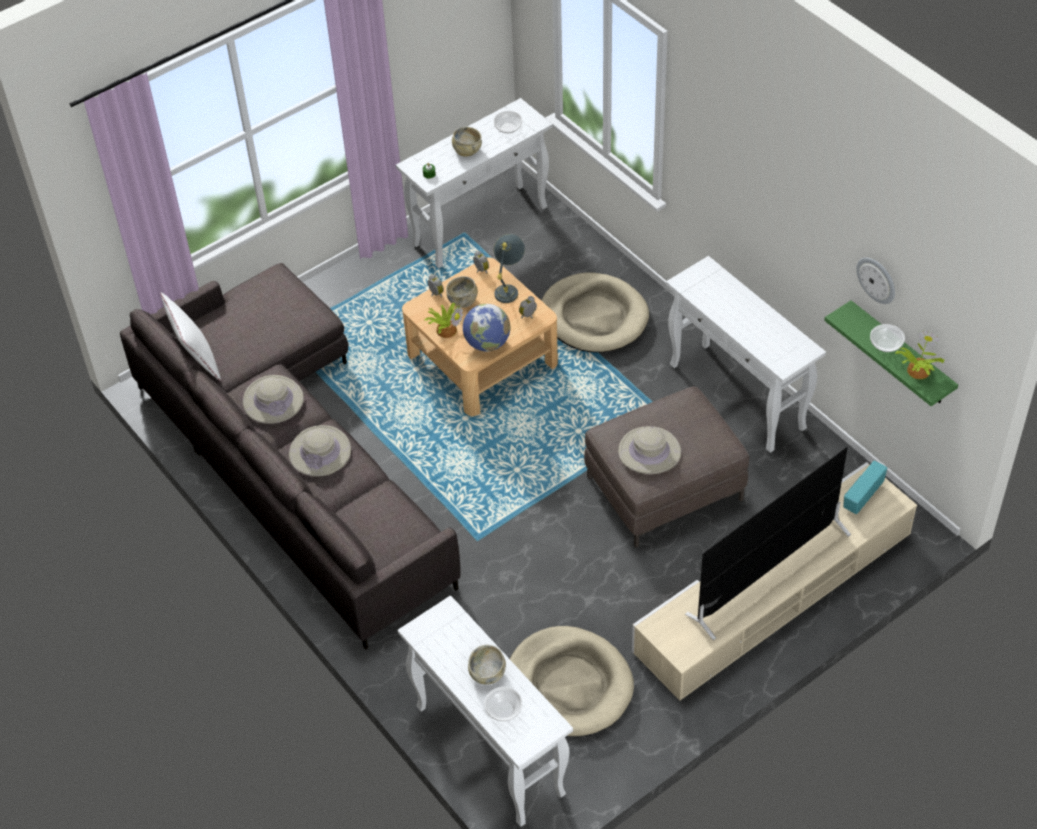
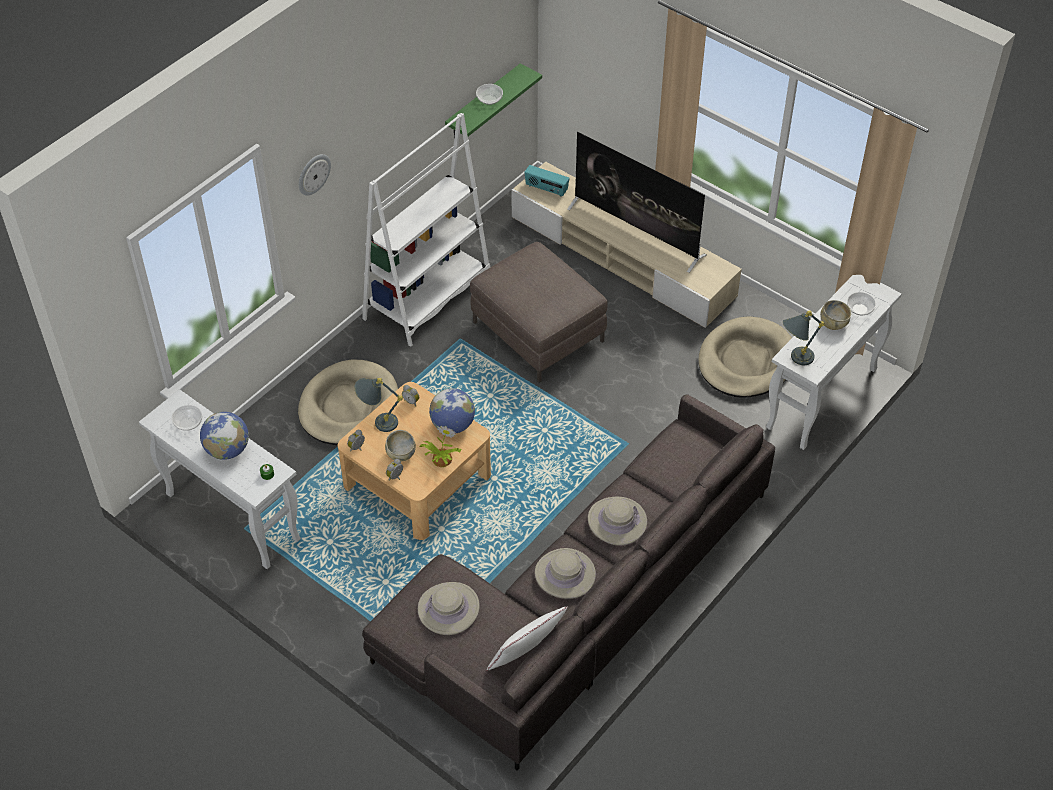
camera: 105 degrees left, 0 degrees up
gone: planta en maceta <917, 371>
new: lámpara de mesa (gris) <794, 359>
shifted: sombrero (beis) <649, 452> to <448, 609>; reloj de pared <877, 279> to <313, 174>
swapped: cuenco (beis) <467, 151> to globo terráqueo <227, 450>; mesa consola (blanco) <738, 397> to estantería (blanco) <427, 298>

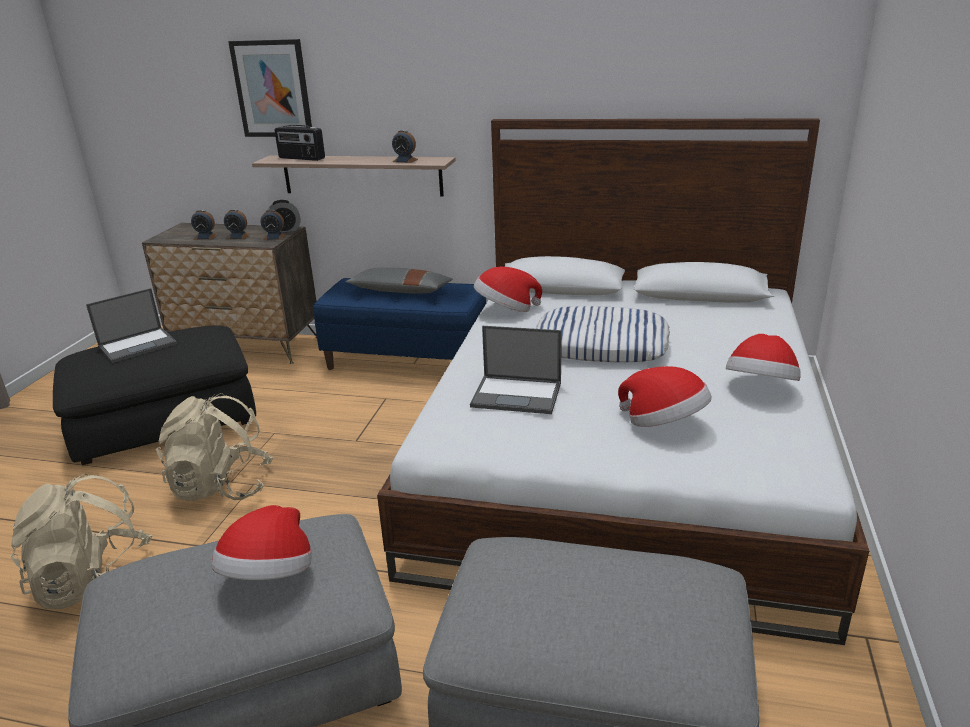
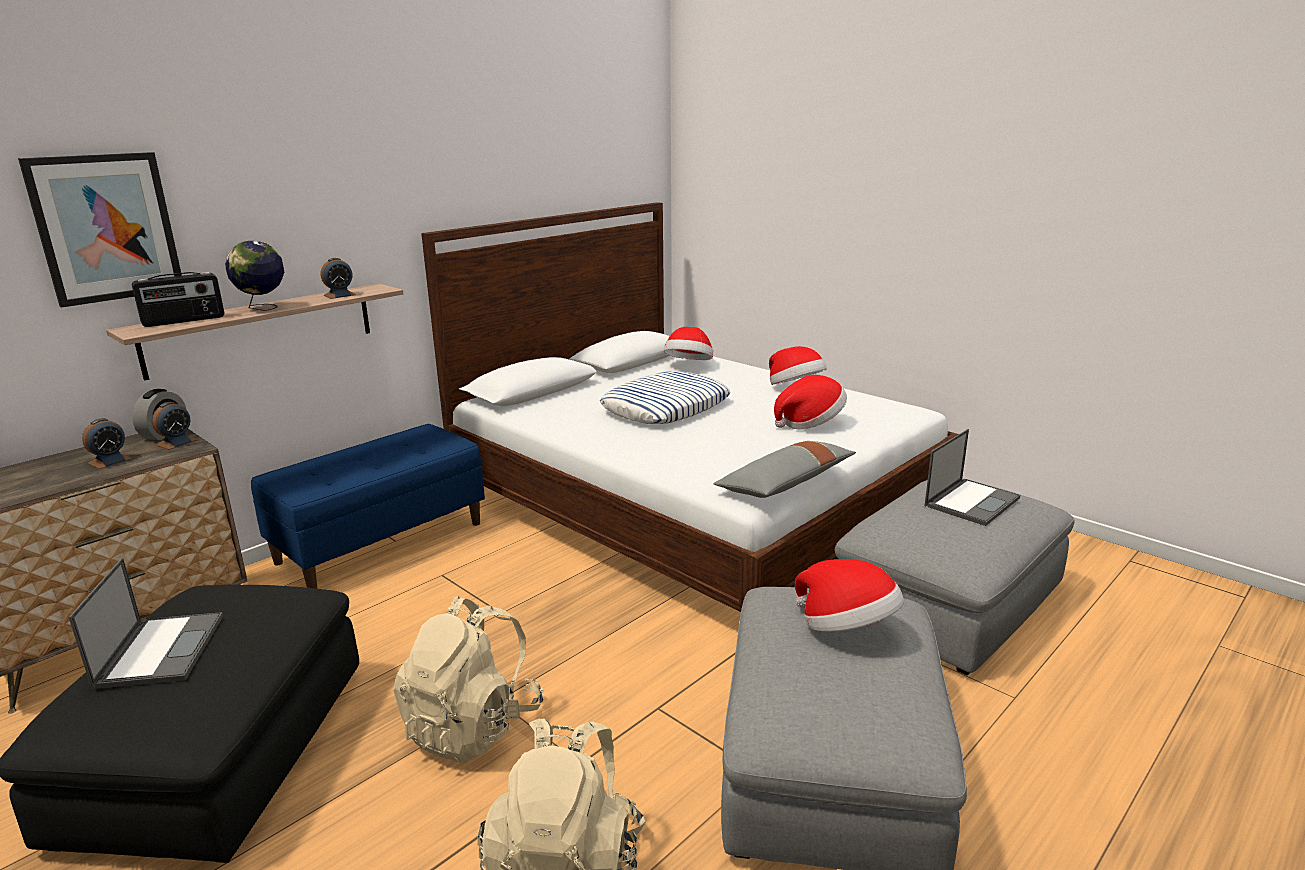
camera: 60 degrees left, 5 degrees down
gone: despertador <206, 237>
new: globo terráqueo <262, 308>
shifted: cojín (gris) <400, 291> to <786, 483>; portátil <518, 394> to <972, 501>; sombrero <506, 310> to <689, 365>

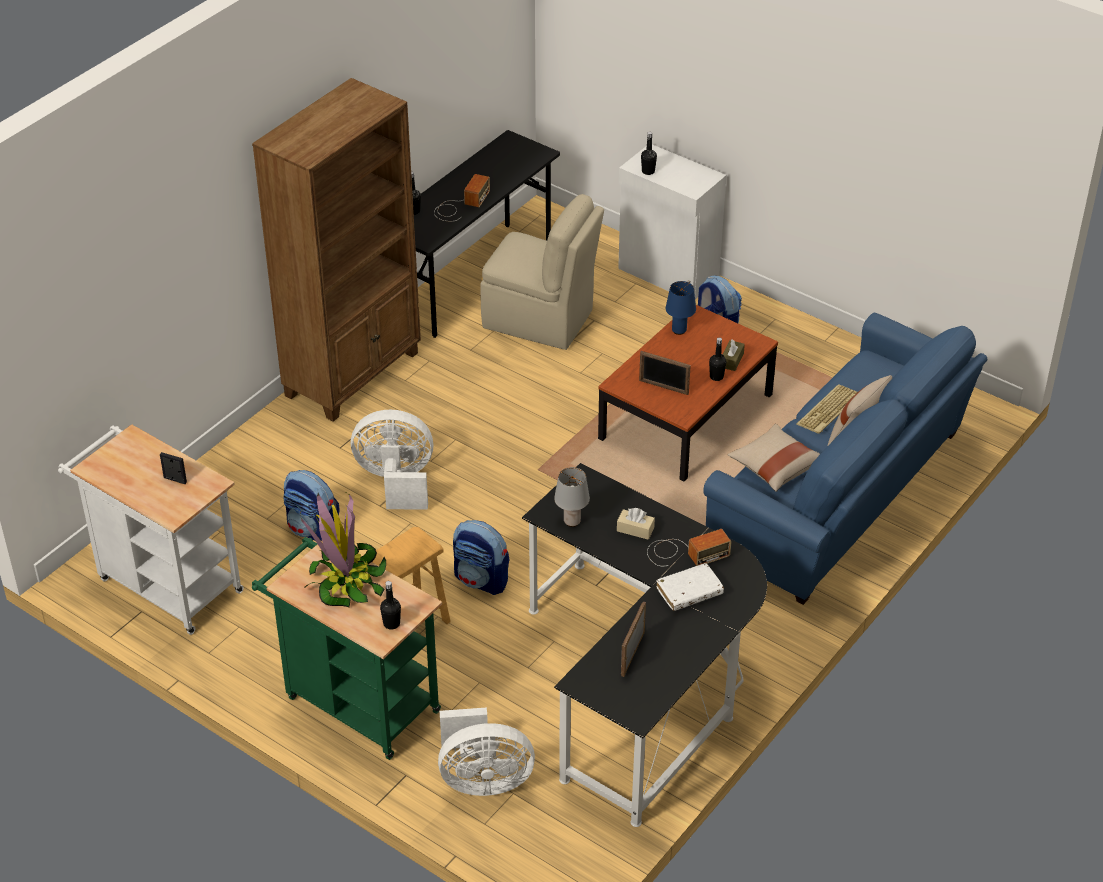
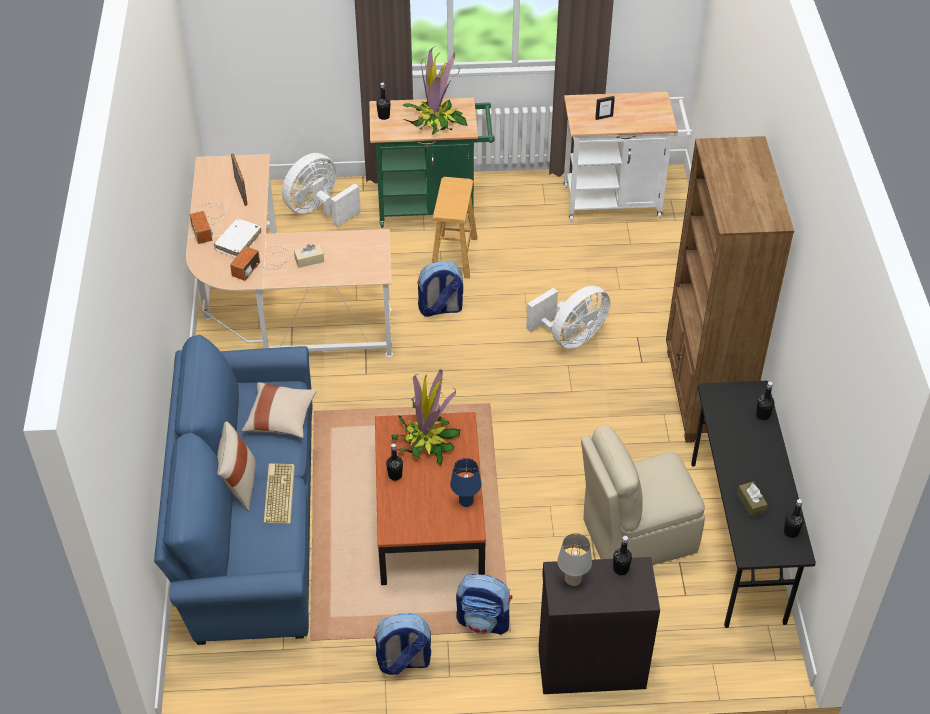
camera: 140 degrees right, 5 degrees up
new: botella (negro) <791, 532>
shifted: mochila <313, 529> to <403, 661>; radio <460, 205> to <209, 222>; lámpara de mesa (gris) <572, 522> to <572, 580>; caja de pañuelos (marrón) <732, 360> to <751, 503>
swapped: portarretratos <663, 387> to planta en maceta <426, 440>
repainted: escritorio (negro) <644, 681> to escritorio (beis) <277, 309>; armario (blanco) <668, 274> to armario (negro) <590, 665>

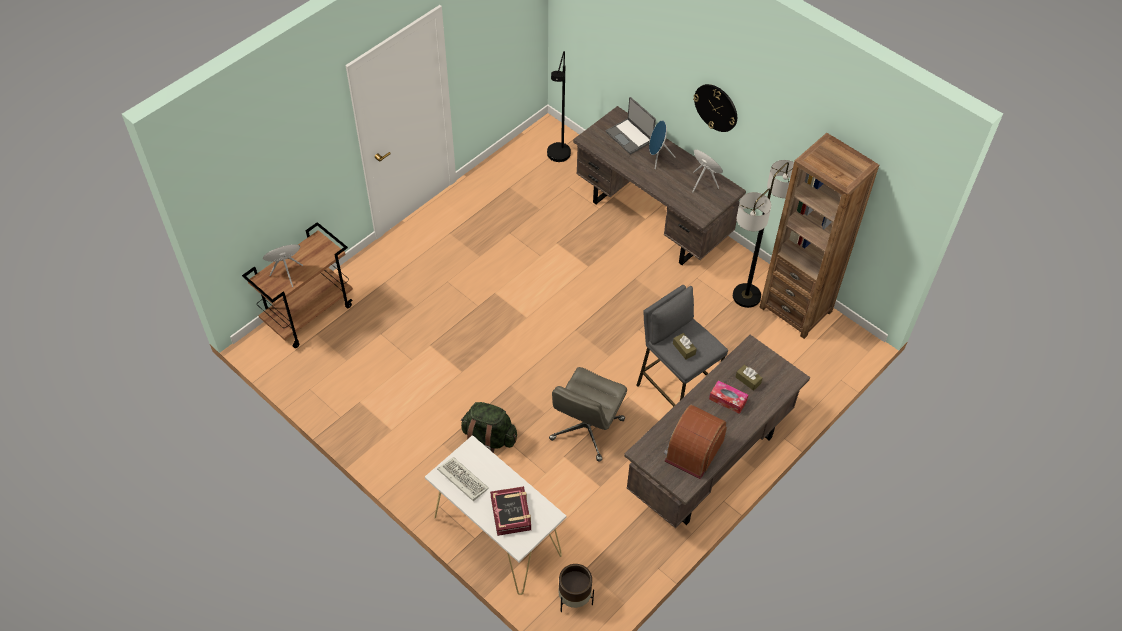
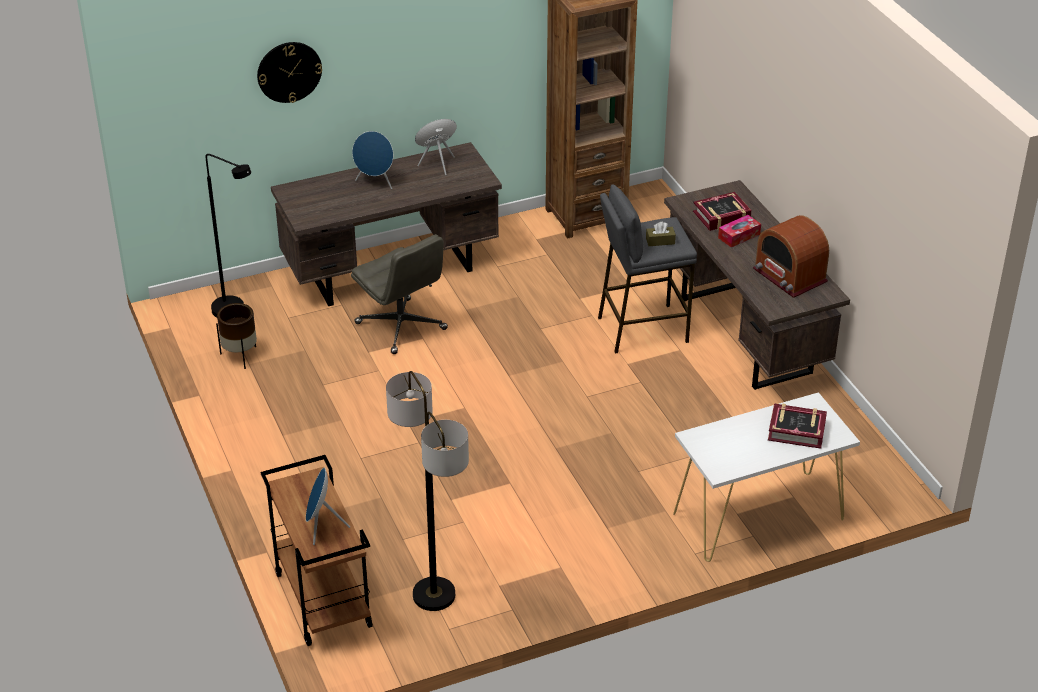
camera: 65 degrees left, 15 degrees down
gone: teclado <461, 479>; mochila (verde) <488, 439>; portátil <630, 136>
shifted: silla de oficina (gris) <586, 430> to <402, 327>; maceta (marrón) <574, 599> to <240, 356>; reloj de pared <716, 107> to <289, 72>; lámpara de pie <746, 296> to <434, 595>
swapped: caja de pañuelos (marrón) <748, 380> to libro <721, 216>

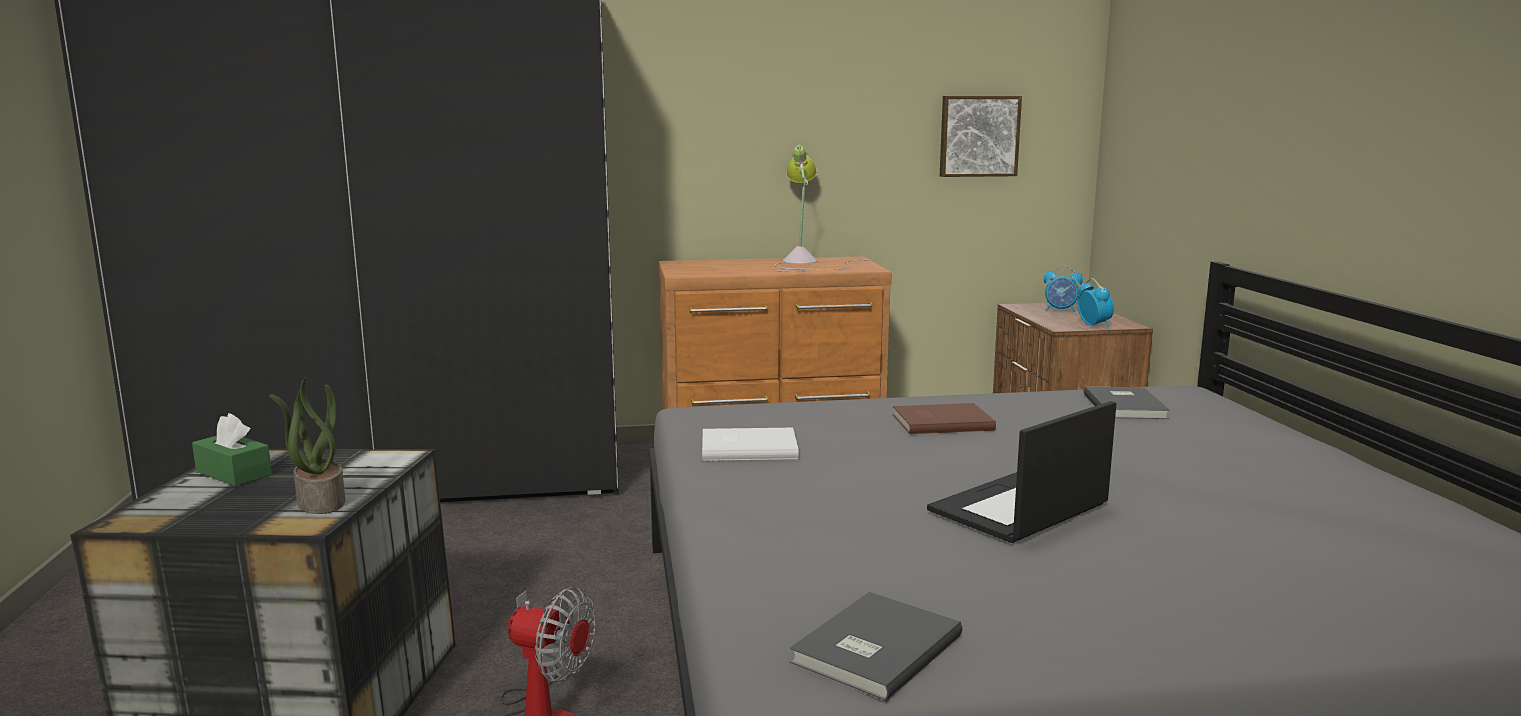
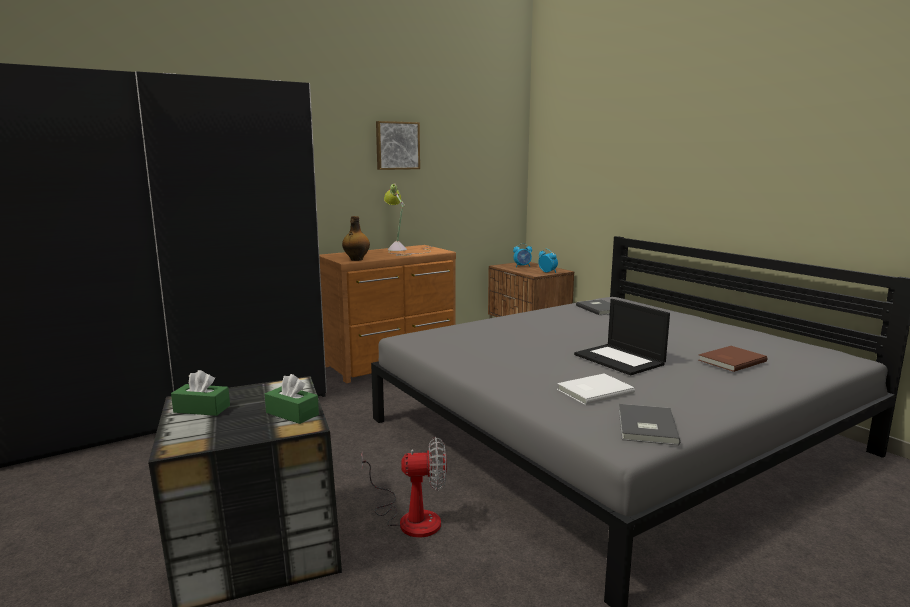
camera: 25 degrees left, 0 degrees up
new: botella <356, 259>
shifted: libro (blanco) <747, 447> to <593, 391>; libro (marrón) <940, 422> to <730, 360>; cuadro <978, 136> to <397, 145>
swapped: planta en maceta <319, 502> to caja de pañuelos (verde) <292, 414>
rotated: portátil <1018, 509> = <620, 360> 60 degrees counterclockwise

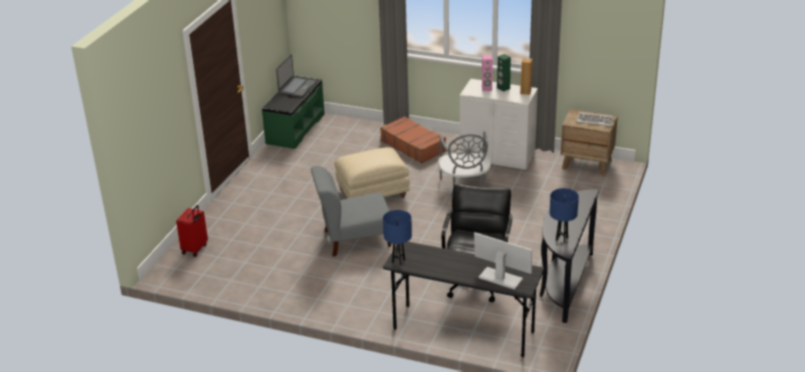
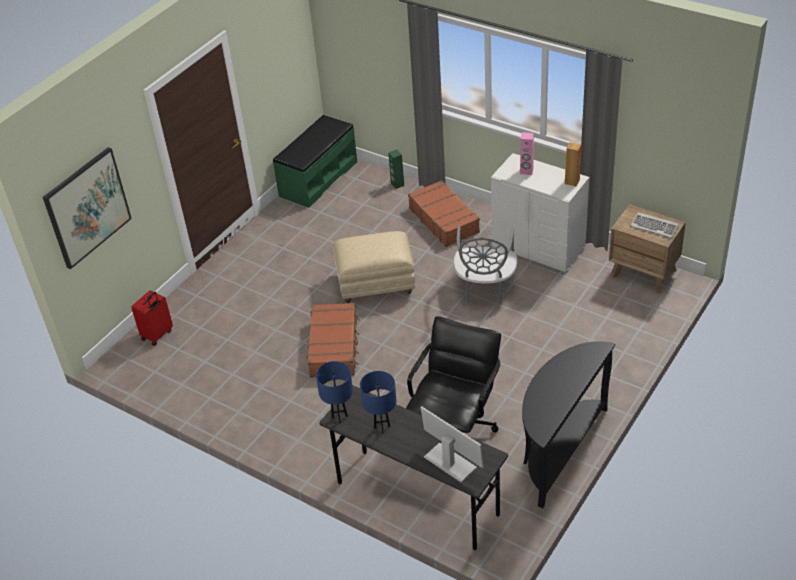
camera: 15 degrees right, 10 degrees up
gone: portátil <297, 88>
new: cuadro <87, 207>
shifted: altavoz (verde) <503, 88> to <397, 184>; lámpara de mesa (azul) <561, 239> to <382, 427>
swapped: silla (gris) <354, 239> to maleta (marrón) <334, 346>

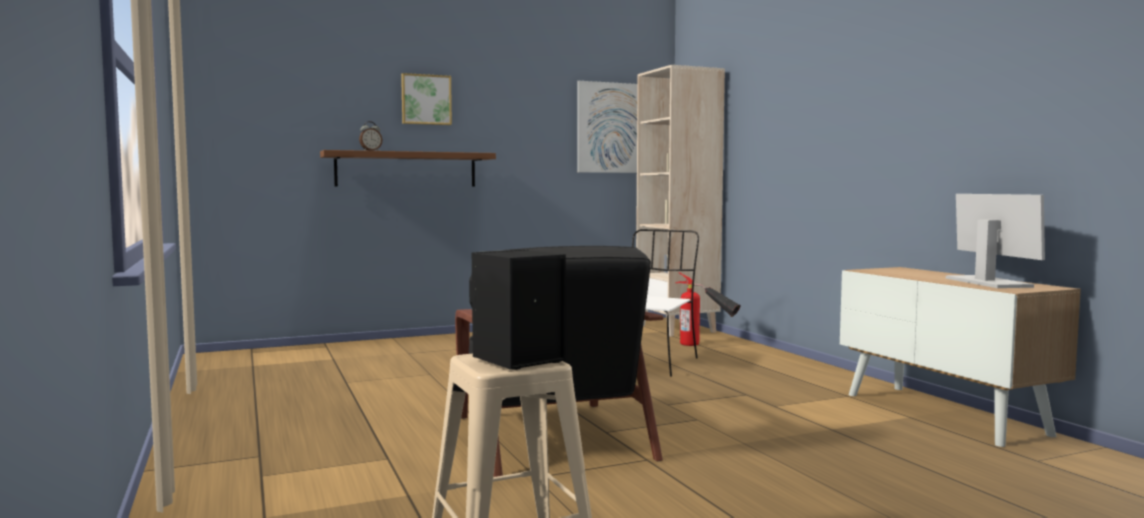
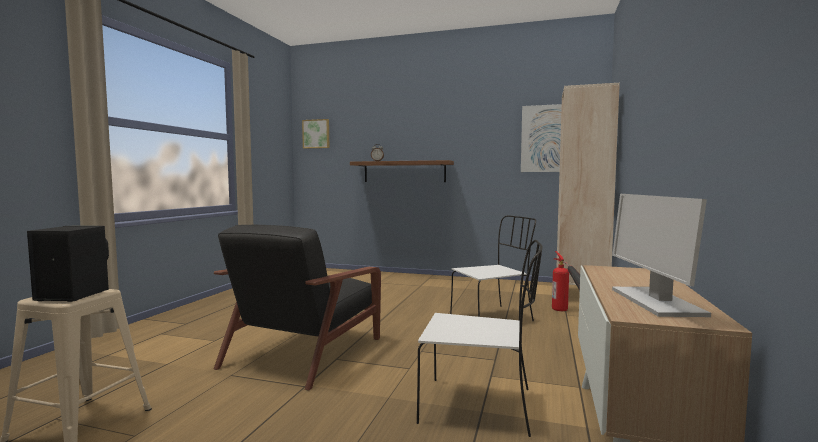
camera: 40 degrees right, 0 degrees up
new: silla (blanco) <480, 406>
shifted: cuadro <426, 99> to <316, 134>
rotated: monitor <988, 283> = <654, 301> 150 degrees clockwise

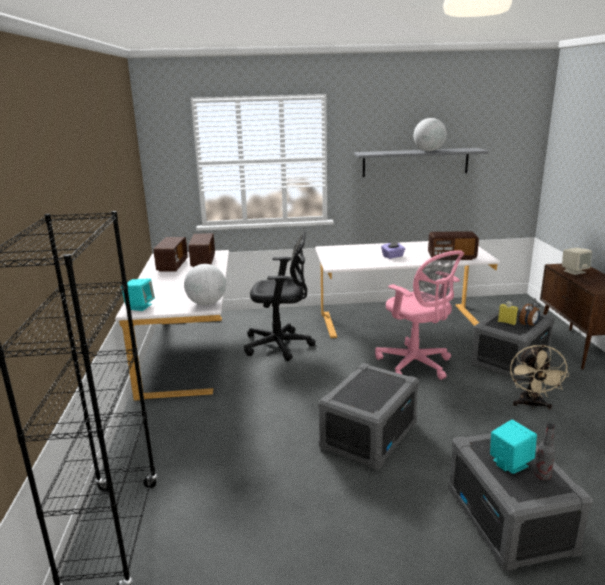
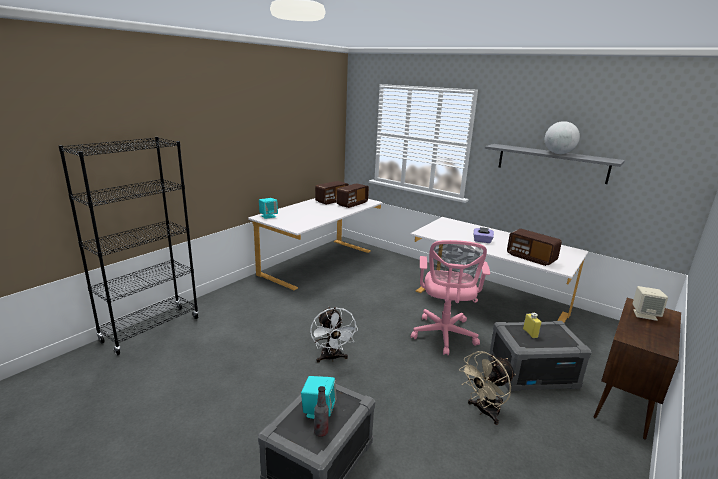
camera: 40 degrees right, 0 degrees up
gone: globo terráqueo <207, 303>; silla de oficina (negro) <281, 345>; despertador <529, 325>
swapped: caja de almacenaje (gris) <368, 435> to ventilador (blanco) <331, 358>

